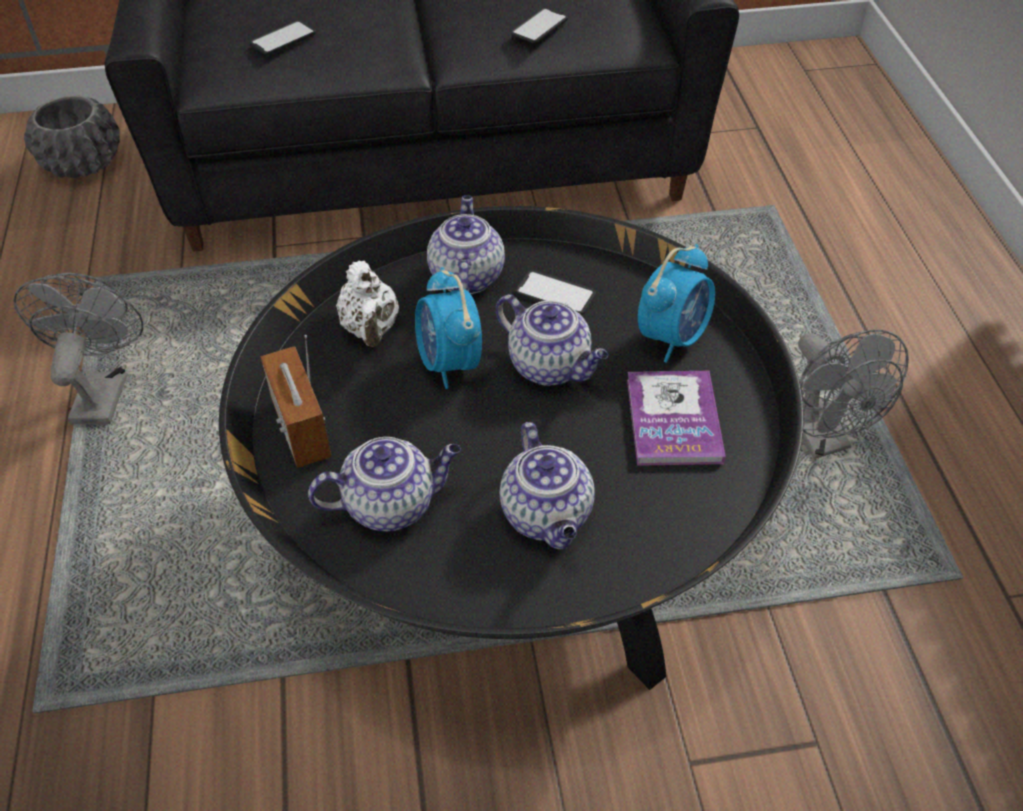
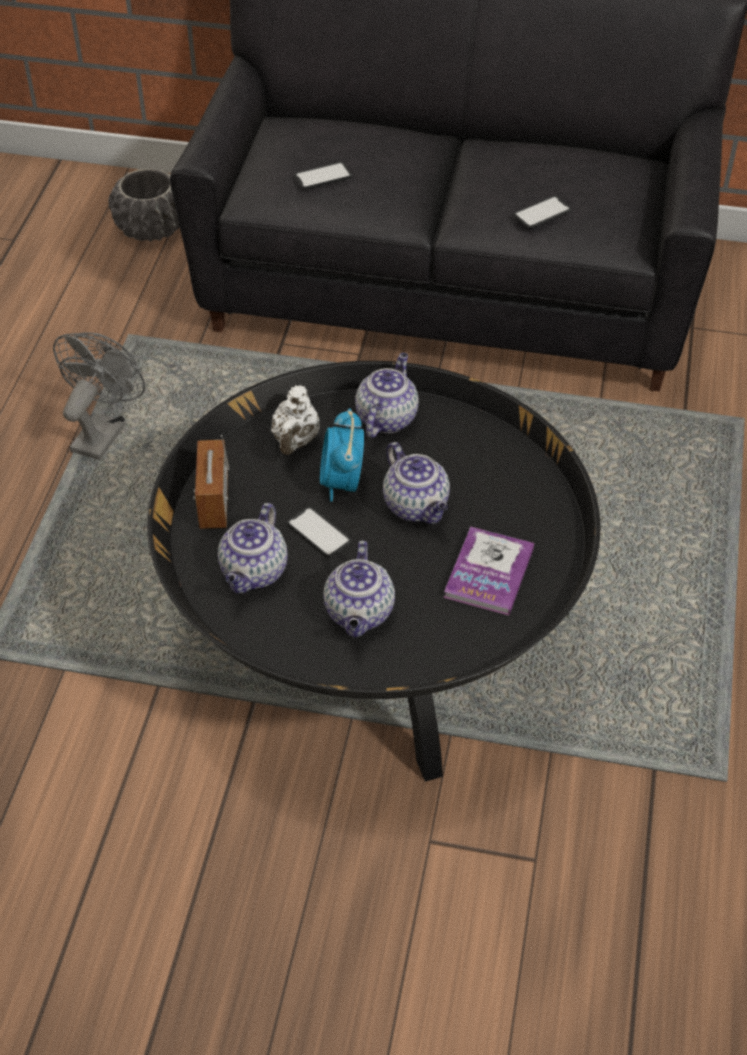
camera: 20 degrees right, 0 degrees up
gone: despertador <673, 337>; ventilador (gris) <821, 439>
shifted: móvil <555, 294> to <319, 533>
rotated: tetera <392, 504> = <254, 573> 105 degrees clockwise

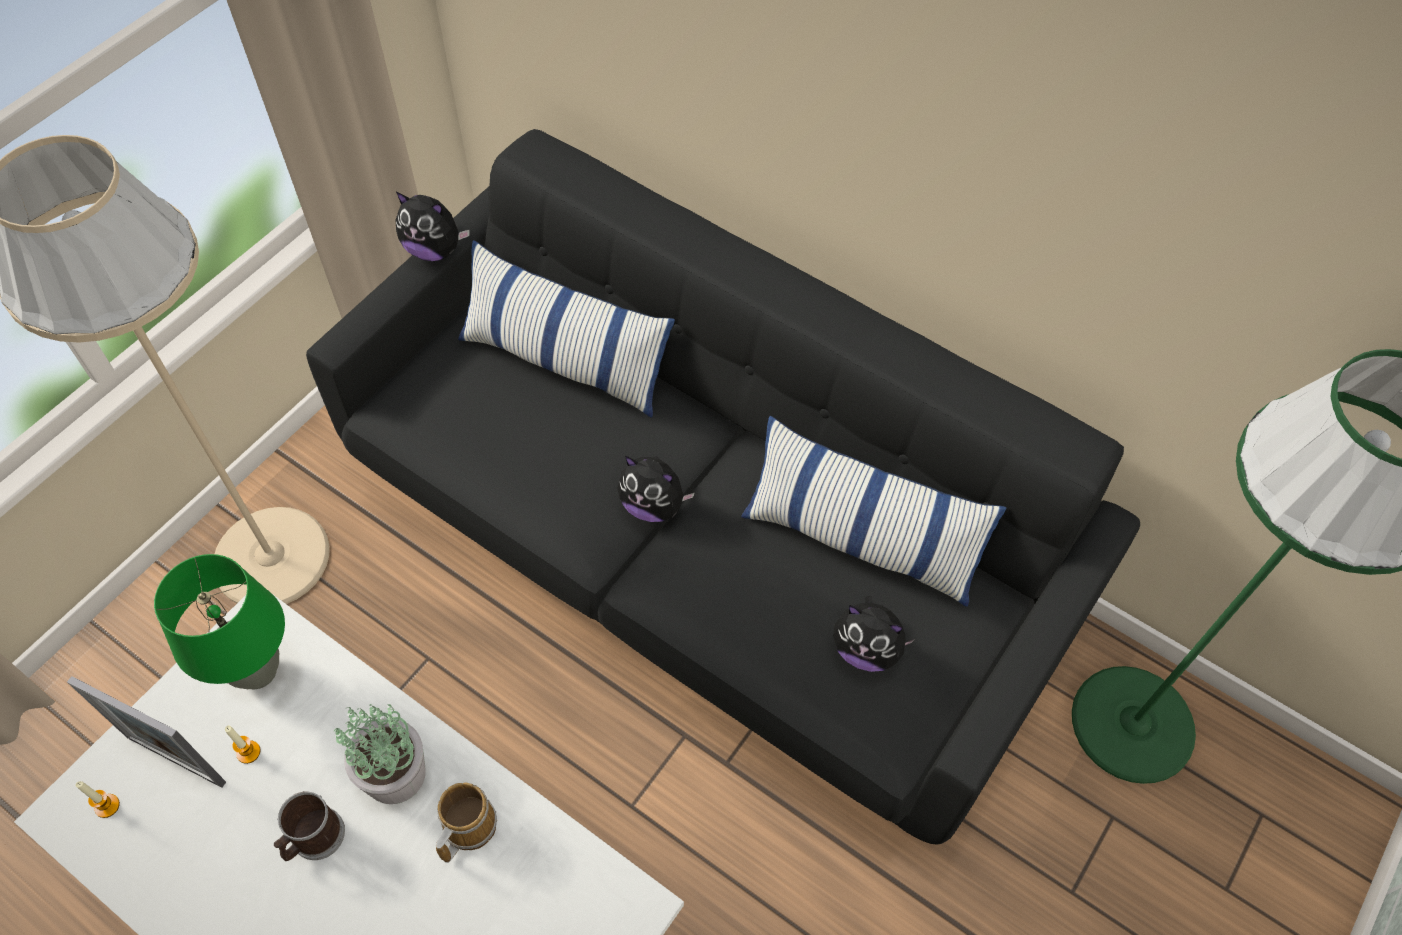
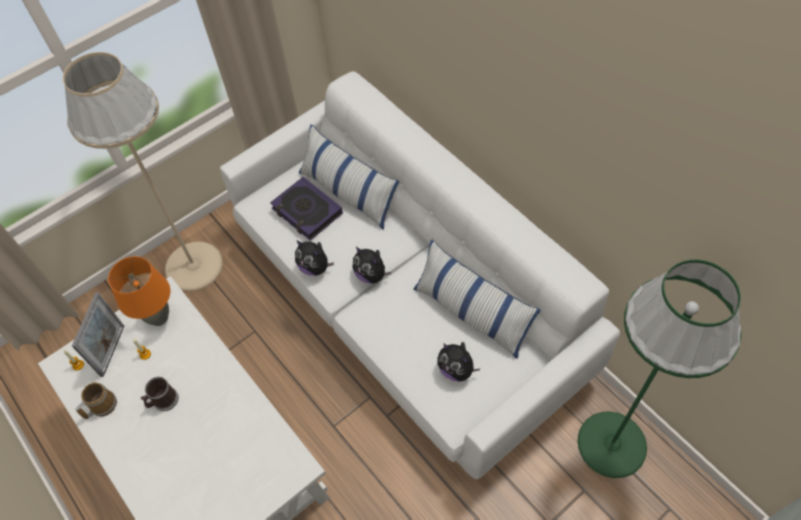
camera: 20 degrees right, 0 degrees up
gone: planta en maceta <393, 774>
new: libro <307, 211>
shifted: peluche <434, 250> to <315, 267>; taza grande <466, 827> to <101, 405>
repainted: lámpara de mesa (verde) <257, 672> to lámpara de mesa (naranja) <158, 318>; sofá (negro) <701, 549> to sofá (blanco) <405, 303>
rotated: portarretratos <175, 759> = <112, 350> 120 degrees counterclockwise

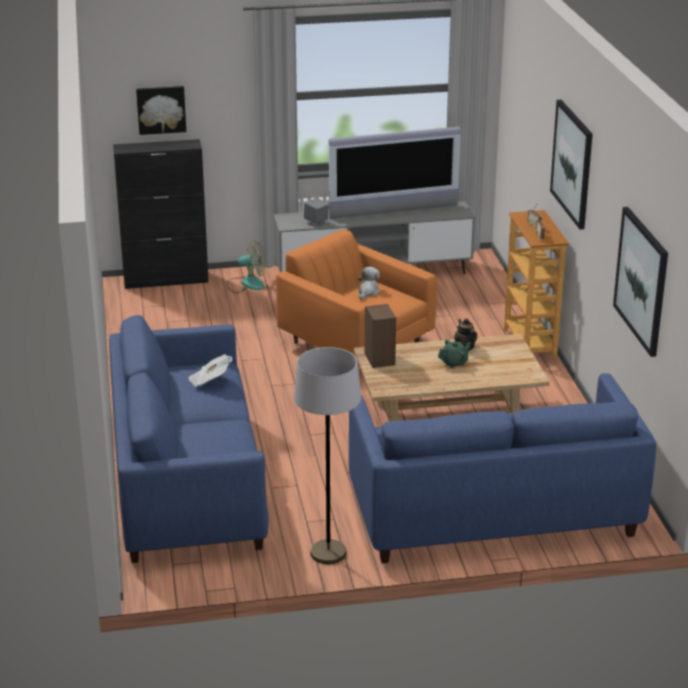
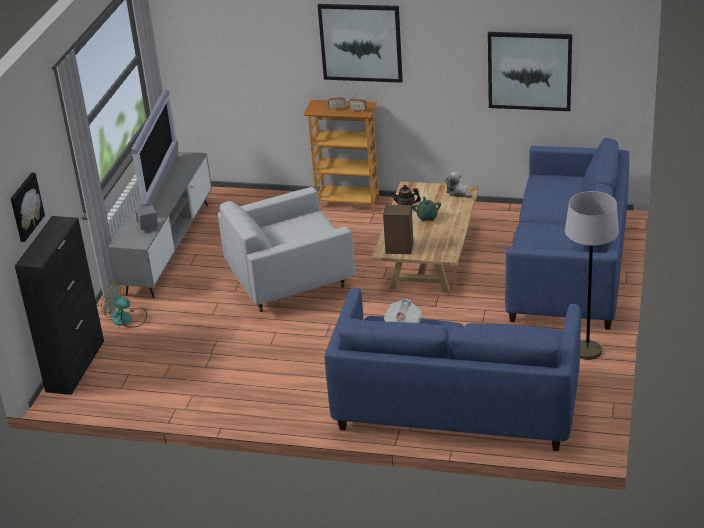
camera: 65 degrees left, 5 degrees up
shifted: peluche <368, 292> to <458, 193>
repainted: sillón (naranja) <355, 346> to sillón (blanco) <289, 282>
rotated: ventilador <246, 284> = <127, 319> 105 degrees counterclockwise

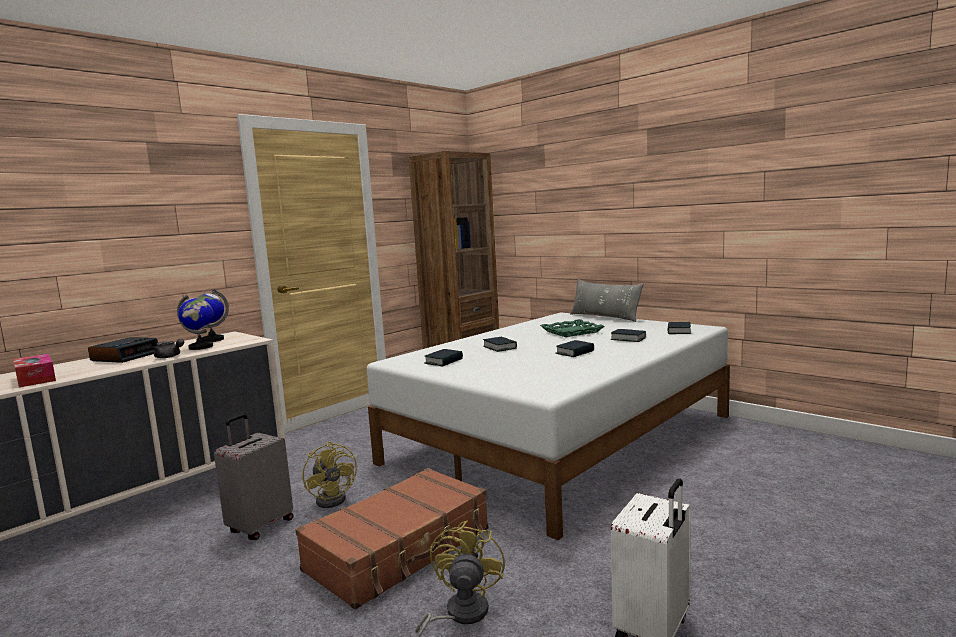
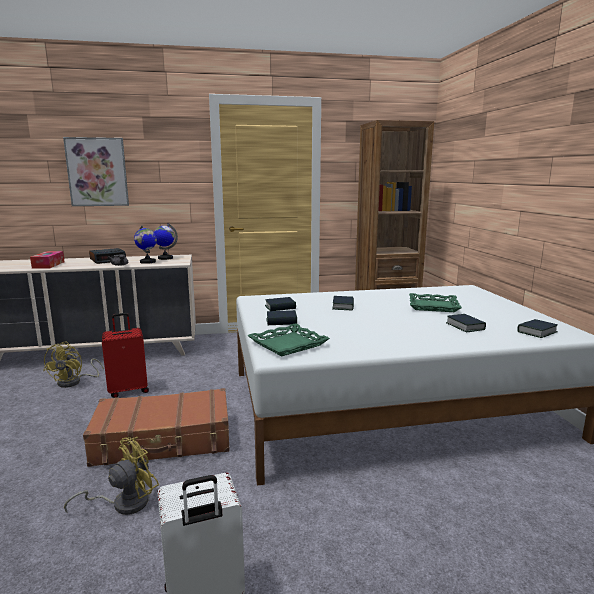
camera: 35 degrees right, 5 degrees up
gone: cojín (gris) <605, 317>
new: cuadro <97, 172>; bandeja (verde) <288, 344>
shifted: ventilador (amarillo) <334, 498> to <74, 382>; libro <575, 352> to <281, 321>
repainted: maleta (gris) <260, 526> to maleta (rojo) <128, 390>

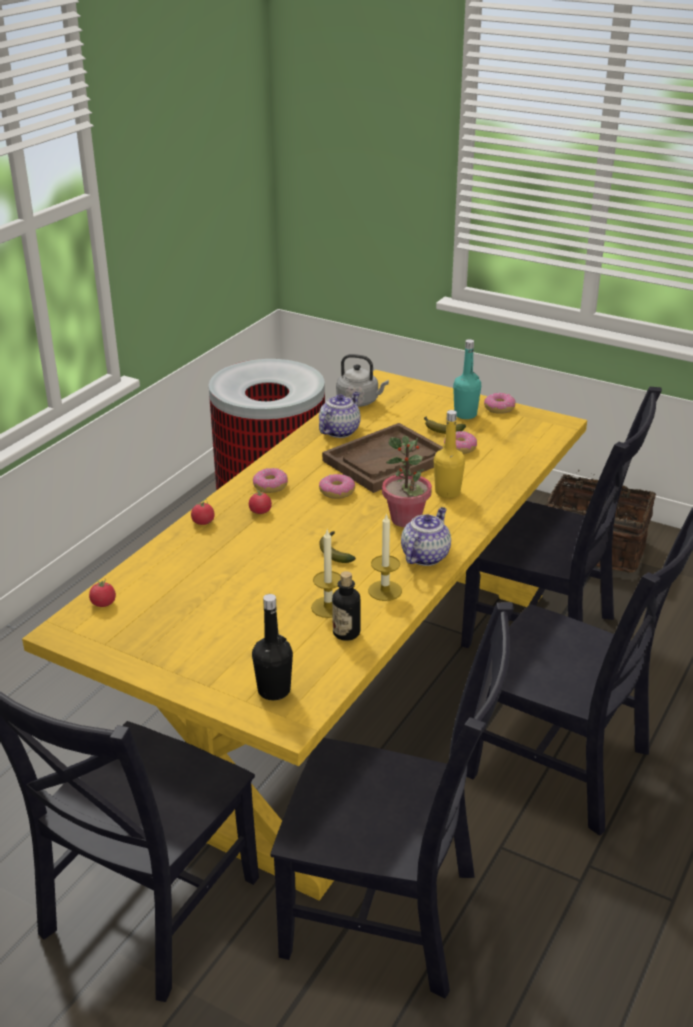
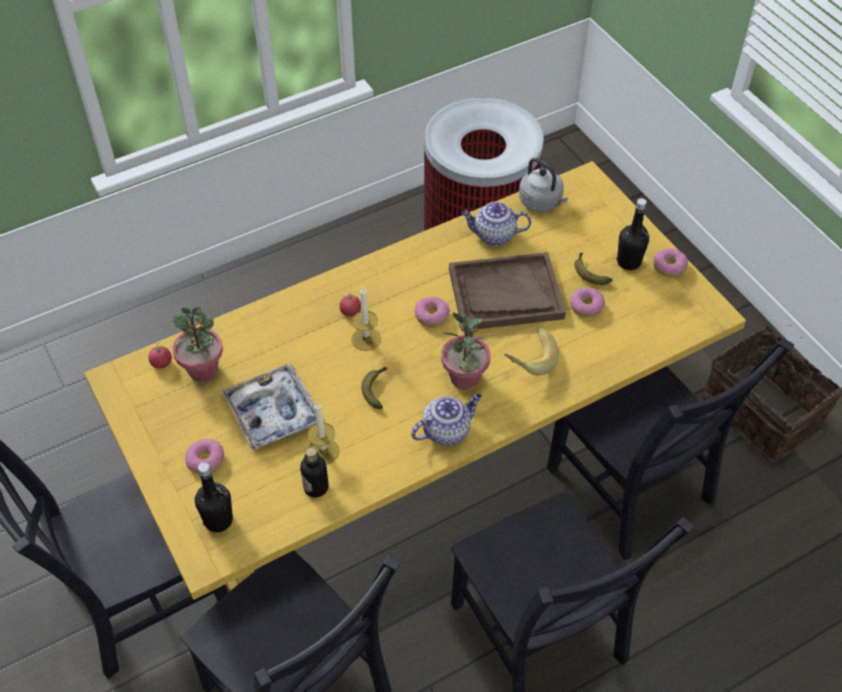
camera: 30 degrees right, 20 degrees up
gone: tomate <203, 522>
new: planta en maceta <203, 369>; bandeja <273, 412>
shifted: rosquilla <270, 486> to <206, 460>; vela <385, 590> to <366, 339>
swapped: botella (amarillo) <447, 492> to plátano <528, 360>
repainted: botella (turquesa) <465, 414> to botella (negro) <629, 262>
rotated: tetera <339, 431> = <493, 235> 150 degrees counterclockwise

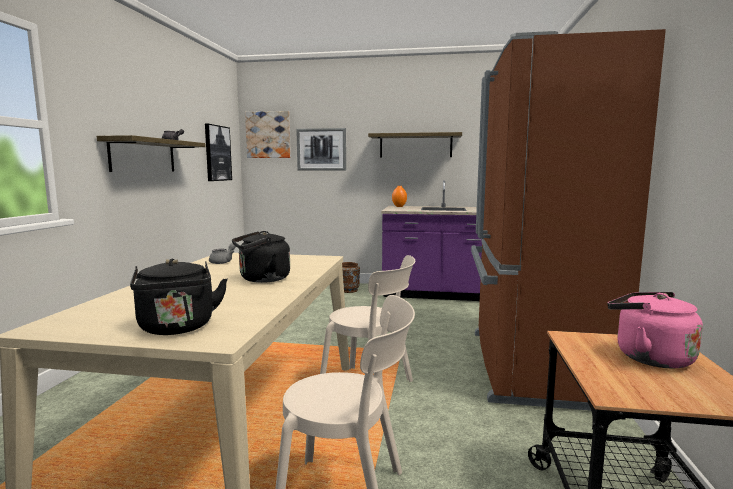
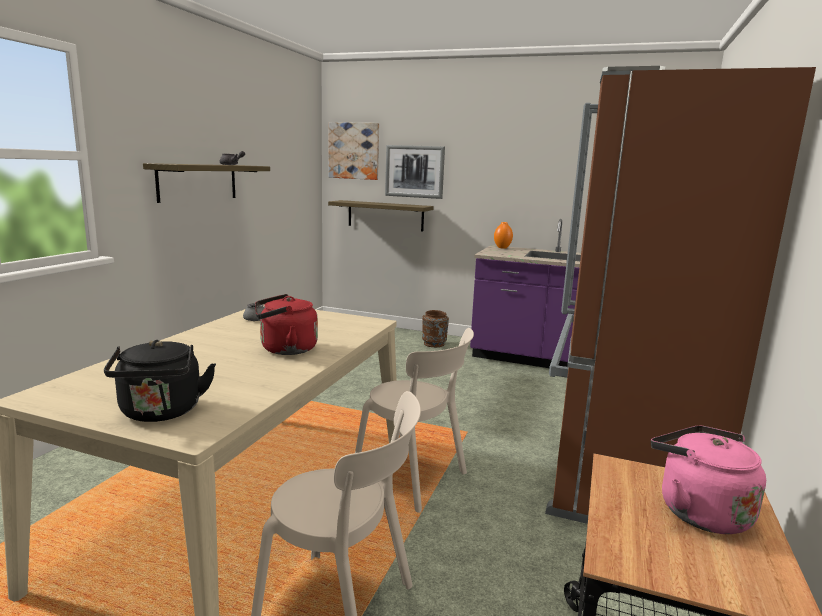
camera: 10 degrees right, 5 degrees up
gone: cuadro <217, 153>
shifted: estante <415, 146> to <385, 215>
repainted: hervidor (negro) <262, 279> to hervidor (rojo) <285, 349>

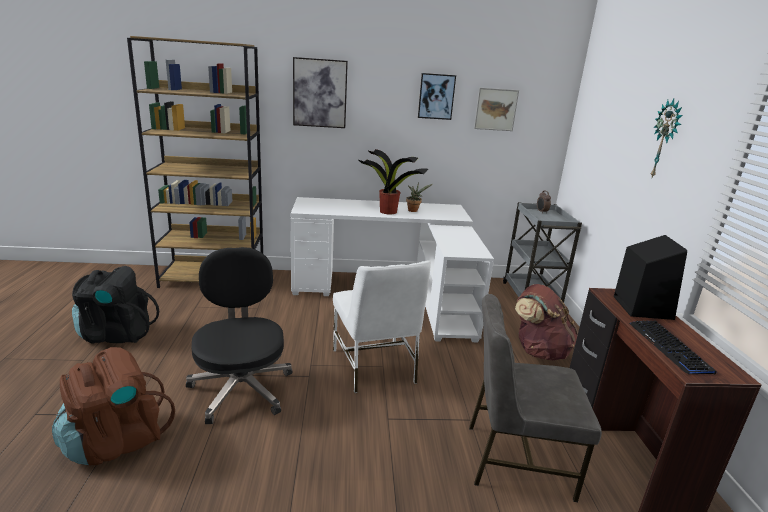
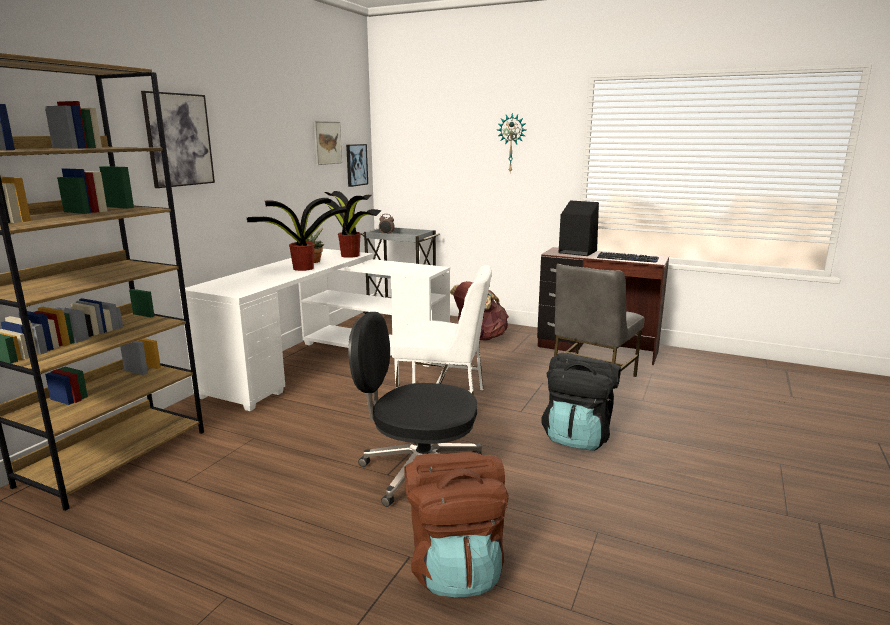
camera: 60 degrees left, 5 degrees down
new: planta en maceta <351, 255>
shifted: mochila (negro) <116, 334> to <578, 436>; cuadro <436, 96> to <356, 165>

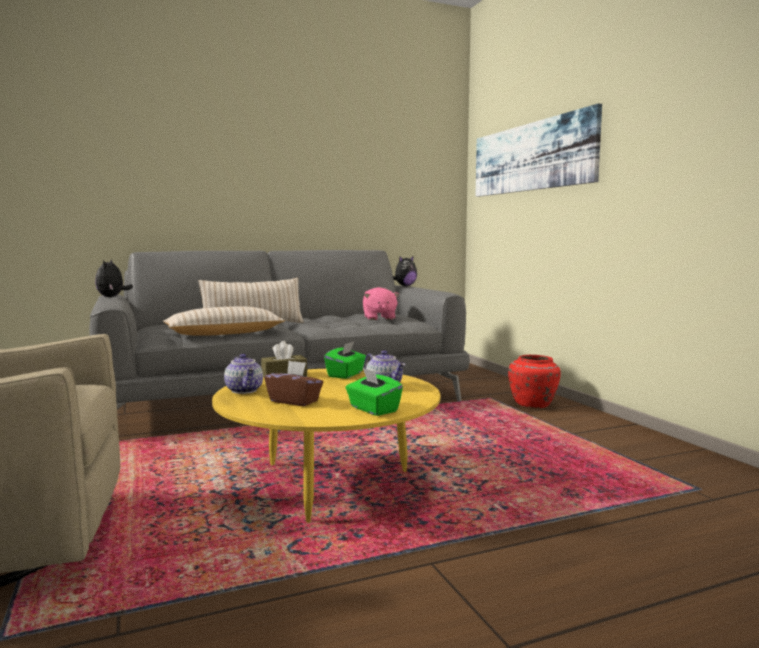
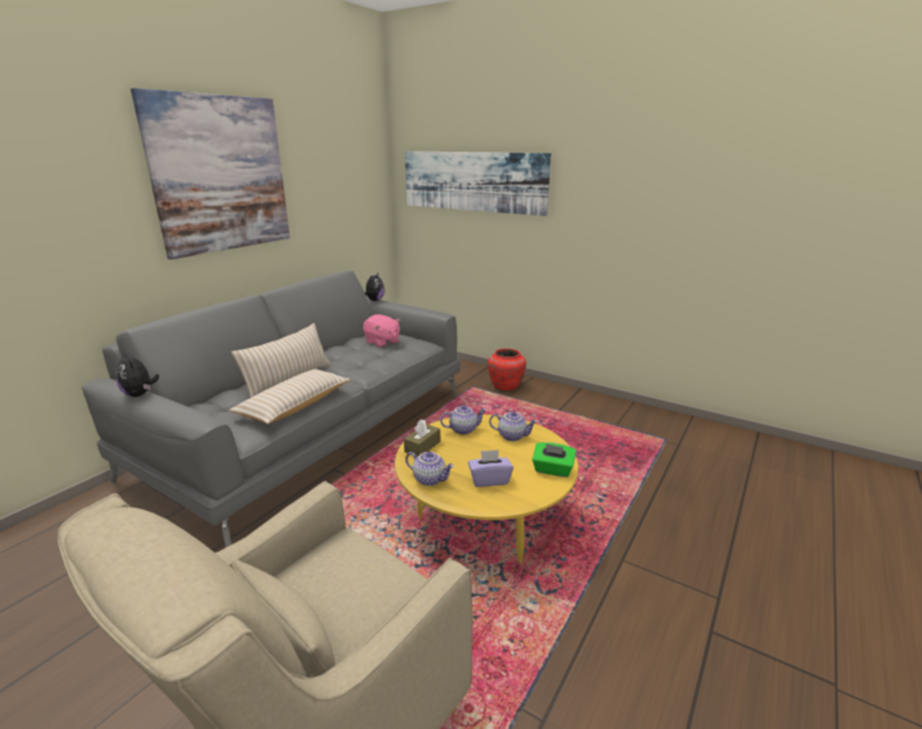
camera: 35 degrees left, 15 degrees up
new: cuadro <220, 174>
swapped: caja de pañuelos (verde) <346, 375> to tetera <463, 429>
repainted: caja de pañuelos (marrón) <294, 401> to caja de pañuelos (morado) <489, 480>

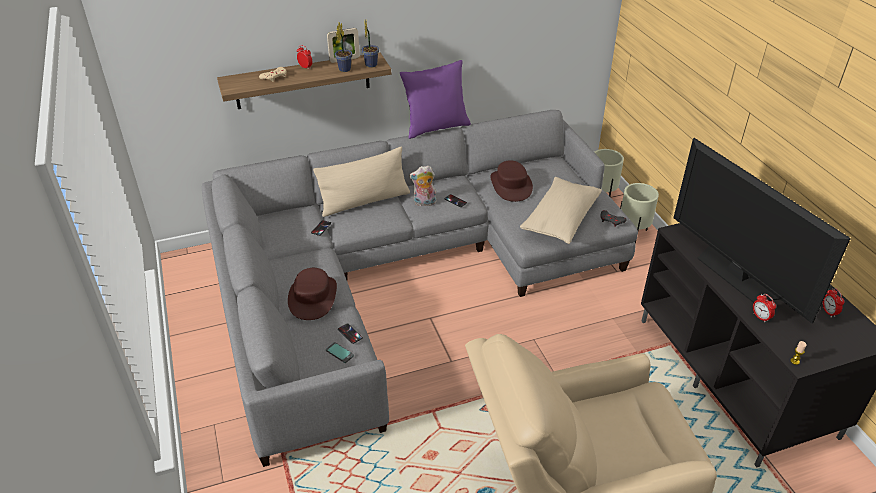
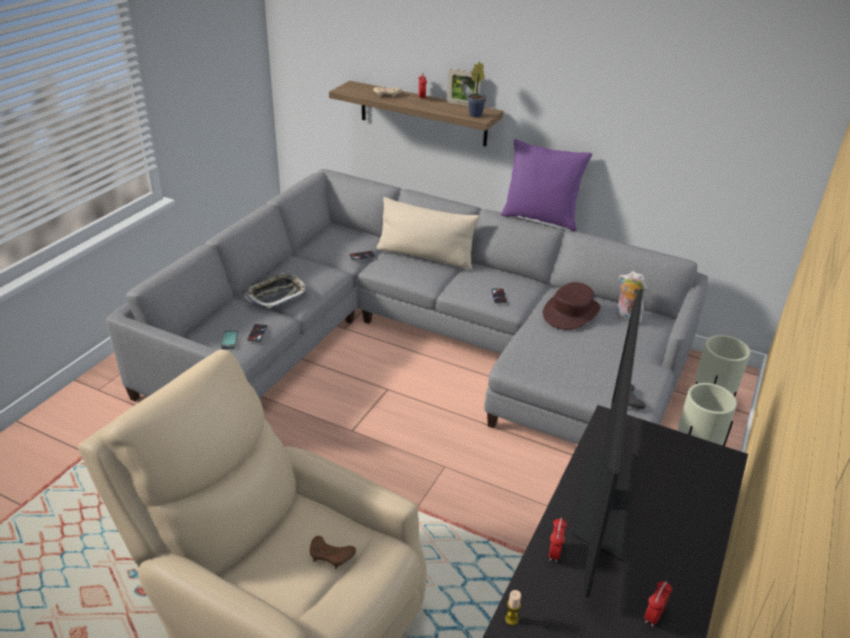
camera: 45 degrees right, 5 degrees down
gone: planta en maceta <345, 68>; cojín (beis) <560, 220>
new: mando de consola (marrón) <331, 555>
shifted: peluche <424, 203> to <626, 318>
swapped: sombrero (marrón) <313, 297> to bandeja <276, 294>

